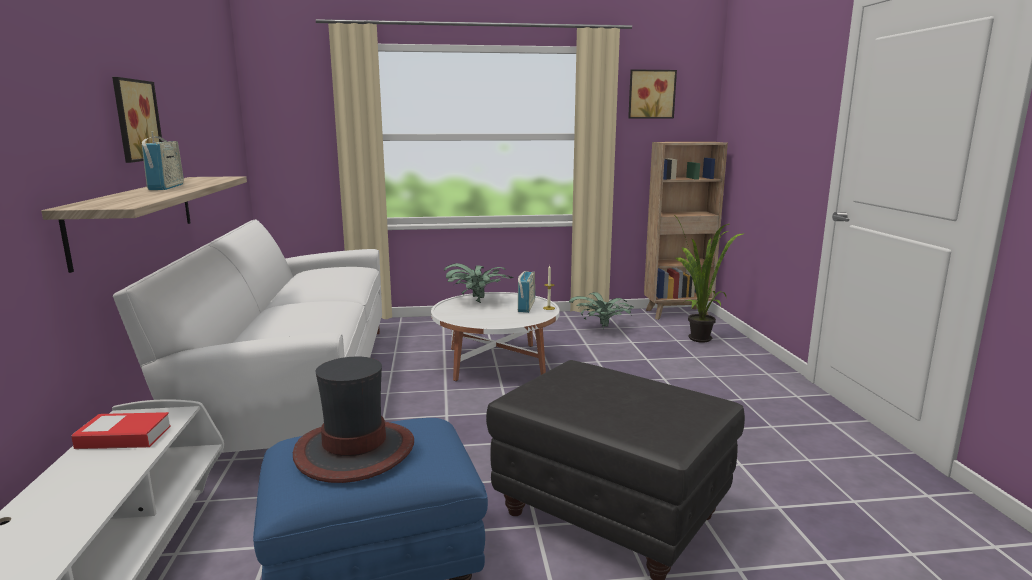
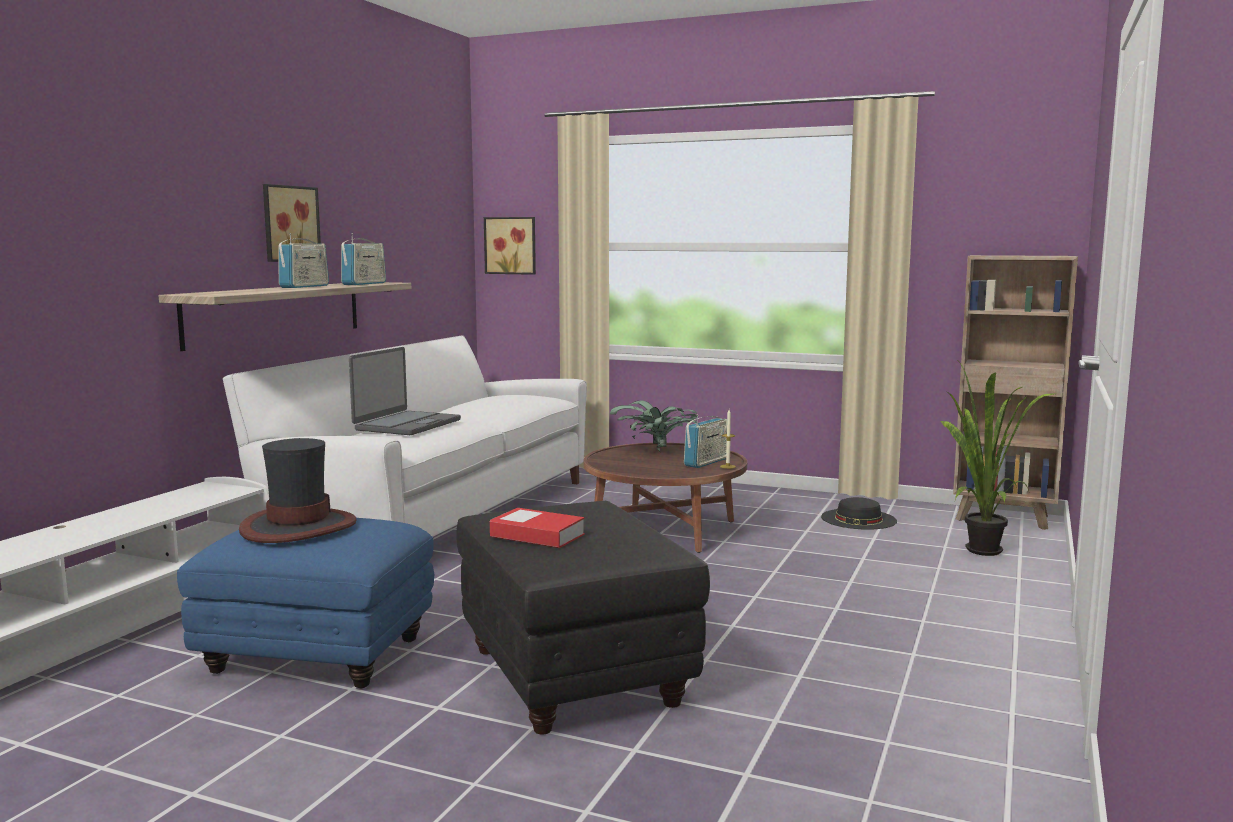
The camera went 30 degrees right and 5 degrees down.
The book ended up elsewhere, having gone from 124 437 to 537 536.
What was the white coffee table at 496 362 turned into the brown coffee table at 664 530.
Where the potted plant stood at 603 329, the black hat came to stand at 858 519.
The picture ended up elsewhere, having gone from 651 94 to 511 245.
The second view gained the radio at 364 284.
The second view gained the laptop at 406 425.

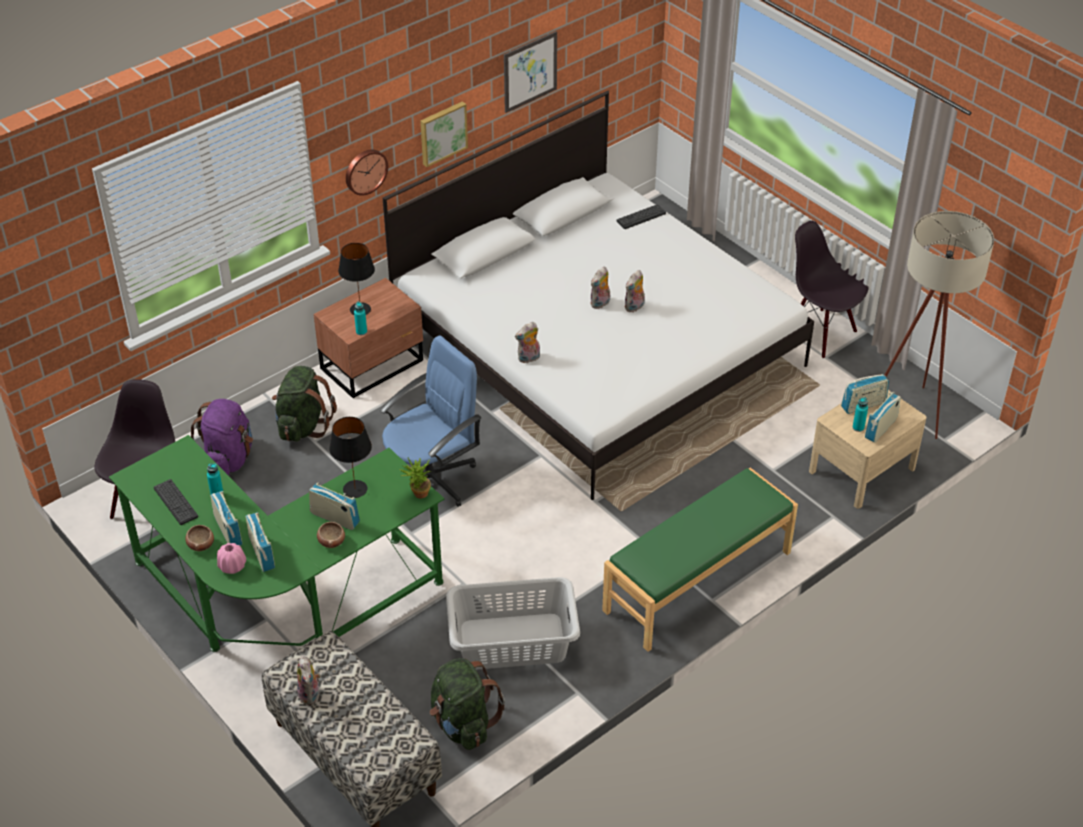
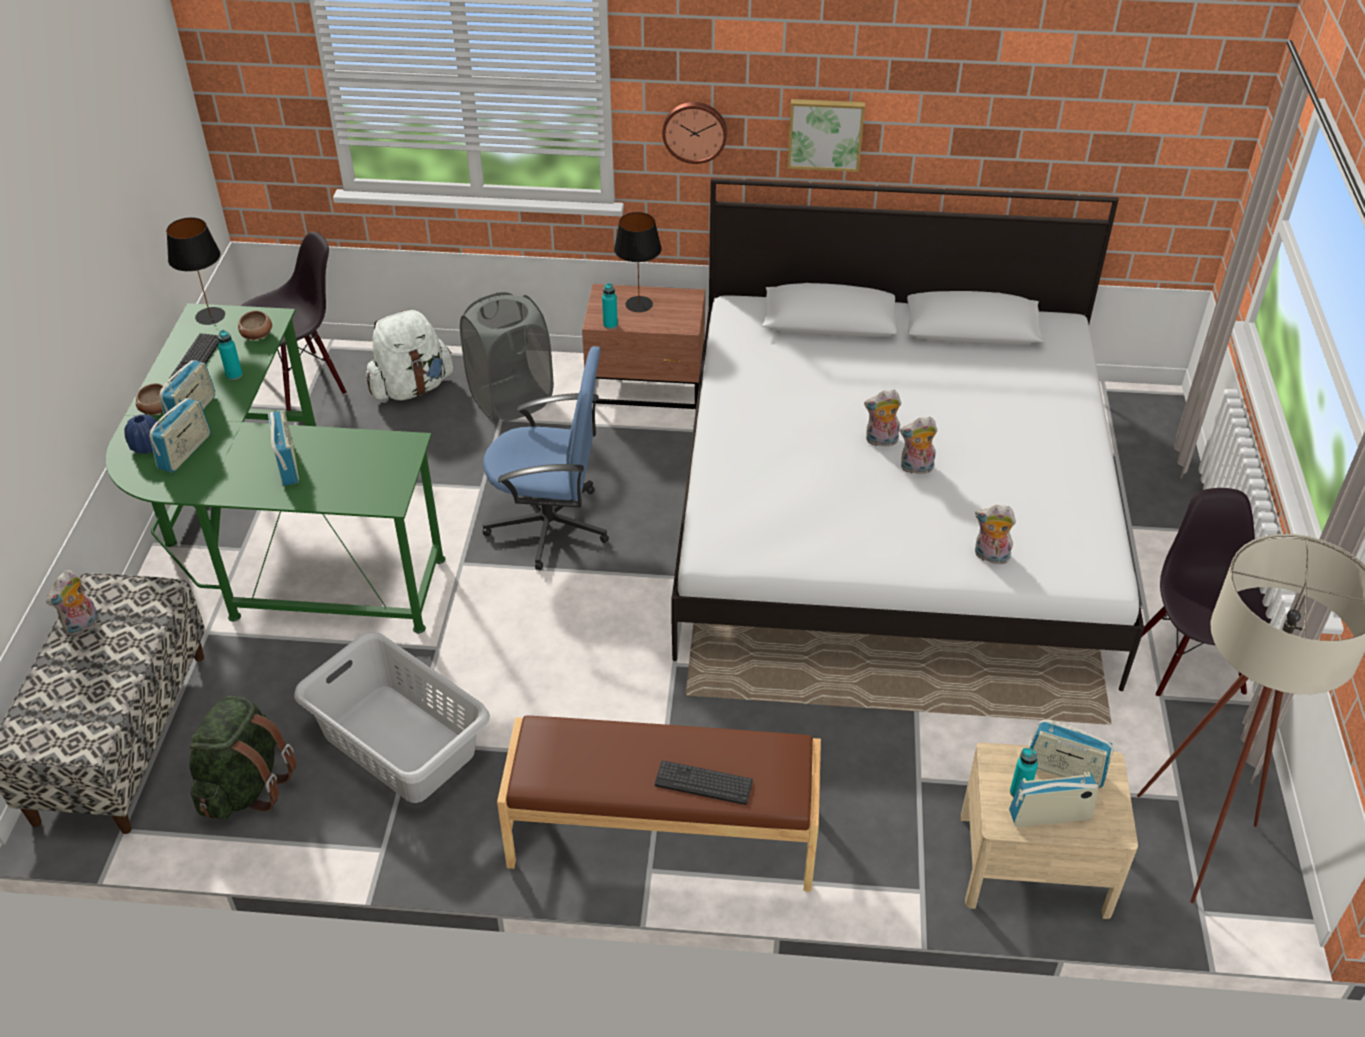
The camera went 45 degrees right and 0 degrees up.
What was the purple backpack at 228 459 turned into the white backpack at 412 387.
What was the pink vase at 232 566 turned into the blue vase at 148 446.
Where the green backpack stood at 303 426, the grey laundry basket came to stand at 511 399.
The bowl ended up elsewhere, having gone from 331 541 to 257 334.
The black table lamp ended up elsewhere, having gone from 355 489 to 210 316.
The second view lost the potted plant at 418 494.
The second view lost the picture at 530 71.
The plush toy ended up elsewhere, having gone from 528 359 to 990 557.
What was the green bench at 698 582 turned into the brown bench at 662 838.
The keyboard ended up elsewhere, having gone from 641 217 to 703 783.

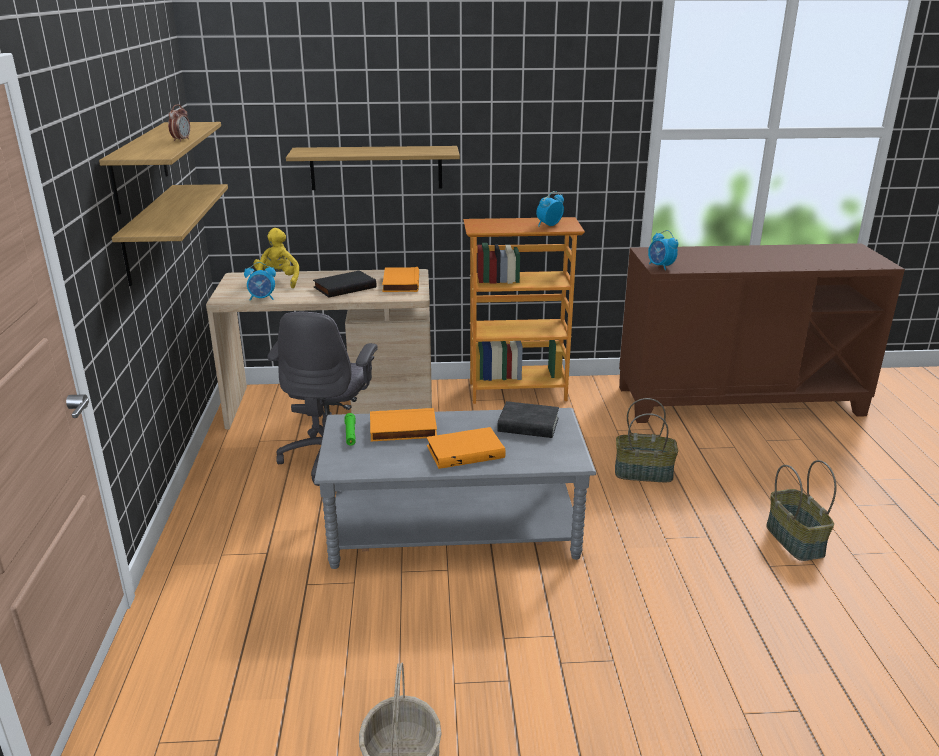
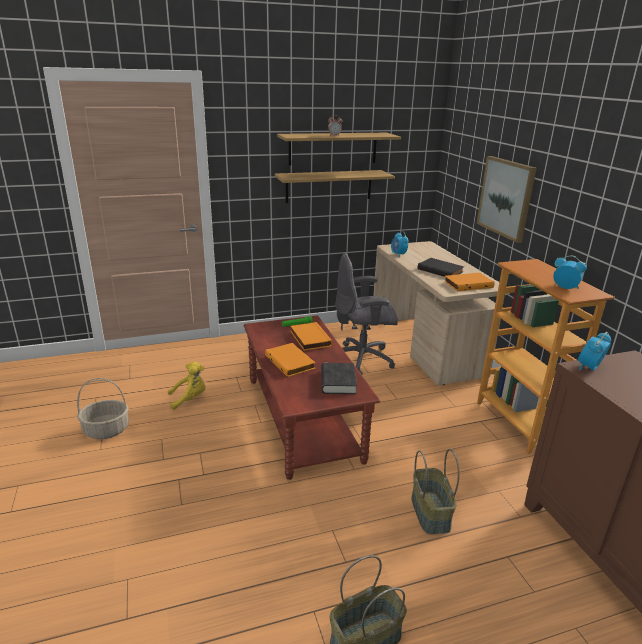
The camera went 75 degrees right and 0 degrees up.
The yellow plush toy ended up elsewhere, having gone from 278 281 to 190 398.
Where the shelf hung at 376 168, the picture came to hang at 506 197.
What was the grey coffee table at 453 530 turned into the brown coffee table at 302 418.

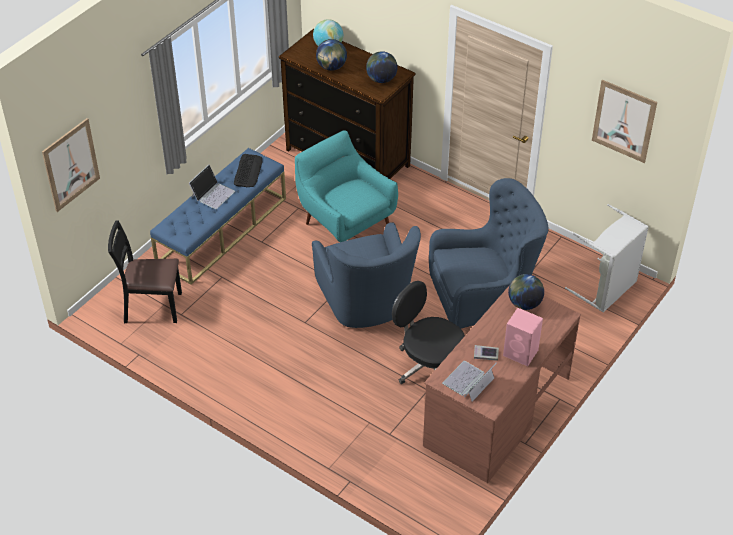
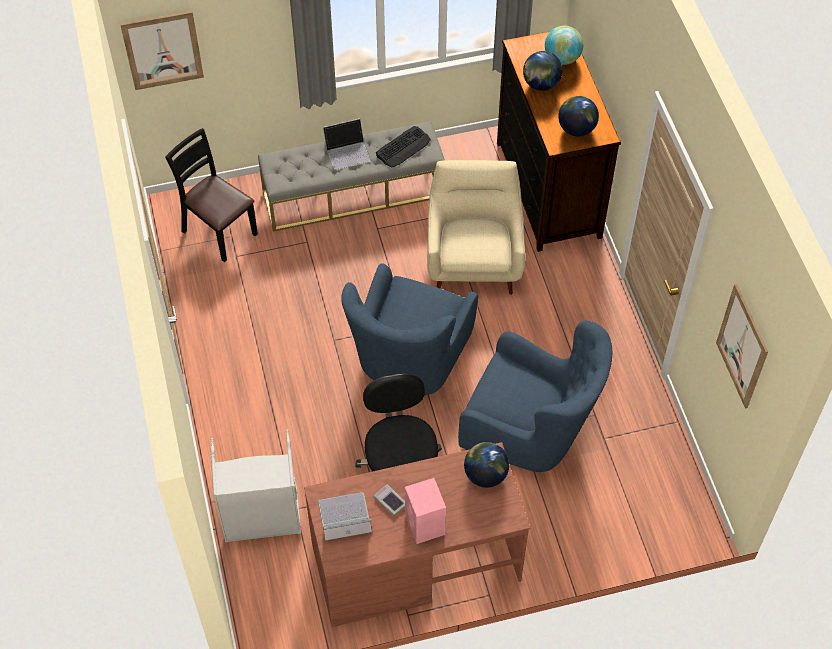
The camera went 40 degrees right and 10 degrees up.
What was the blue bench at 222 230 turned into the grey bench at 353 193.
What was the turquoise armchair at 345 223 turned into the beige armchair at 473 260.
The grey laundry basket ended up elsewhere, having gone from 606 289 to 261 519.

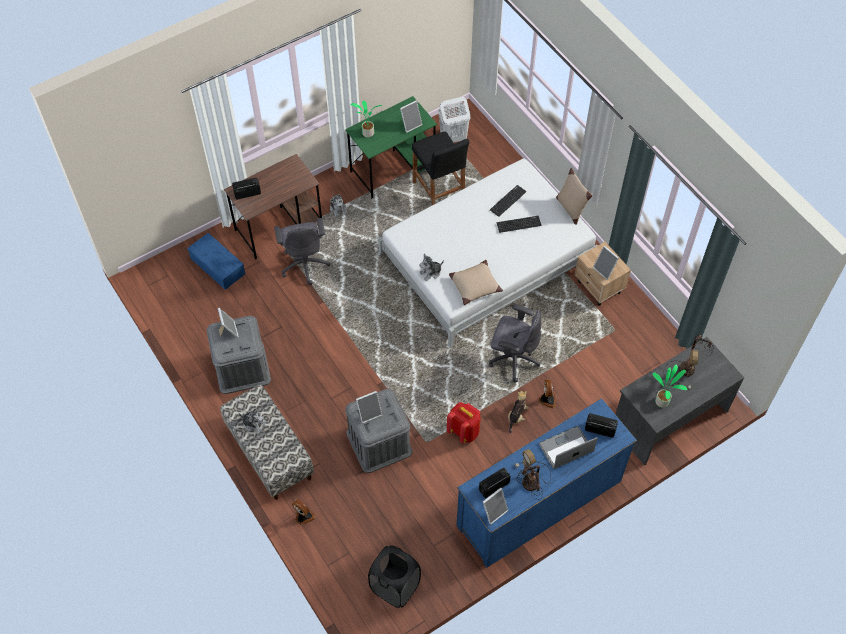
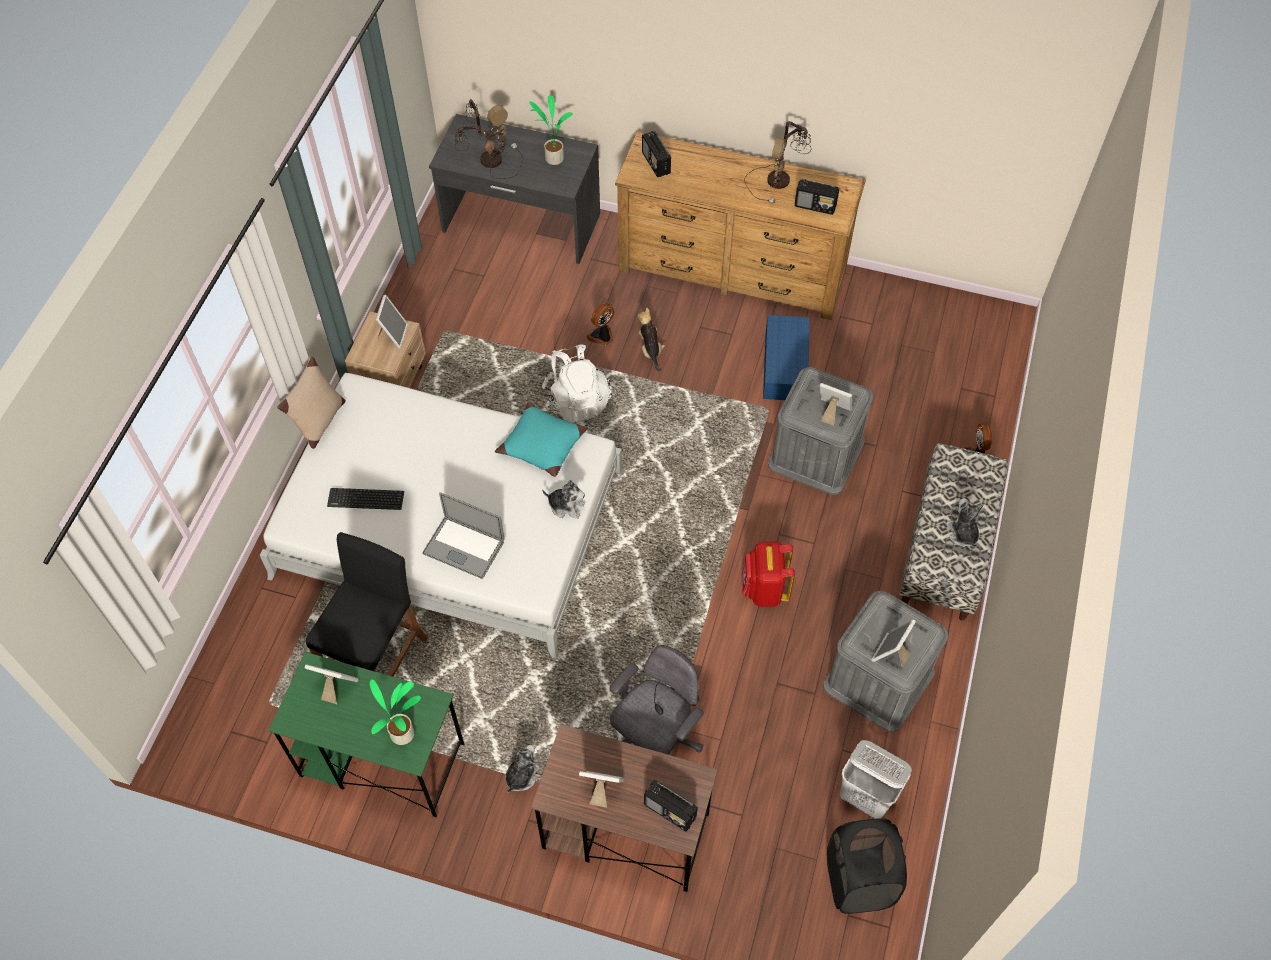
The camera went 130 degrees left and 0 degrees up.
The blue storage box ended up elsewhere, having gone from 219 266 to 783 365.
The black laundry basket ended up elsewhere, having gone from 395 587 to 858 881.
The white laundry basket ended up elsewhere, having gone from 453 138 to 866 797.
The red backpack ended up elsewhere, having gone from 464 431 to 764 590.
What was the beige pillow at 475 285 turned into the turquoise pillow at 542 445.
What was the blue dresser at 539 503 turned into the brown dresser at 732 269.
The picture frame ended up elsewhere, having gone from 493 511 to 601 789.
Where the grey office chair stood at 513 358, the white backpack came to stand at 577 400.
The second view lost the keyboard at 518 224.
The plush toy at 517 416 ended up facing another way, 90 degrees clockwise from before.
The laptop ended up elsewhere, having gone from 566 448 to 464 547.

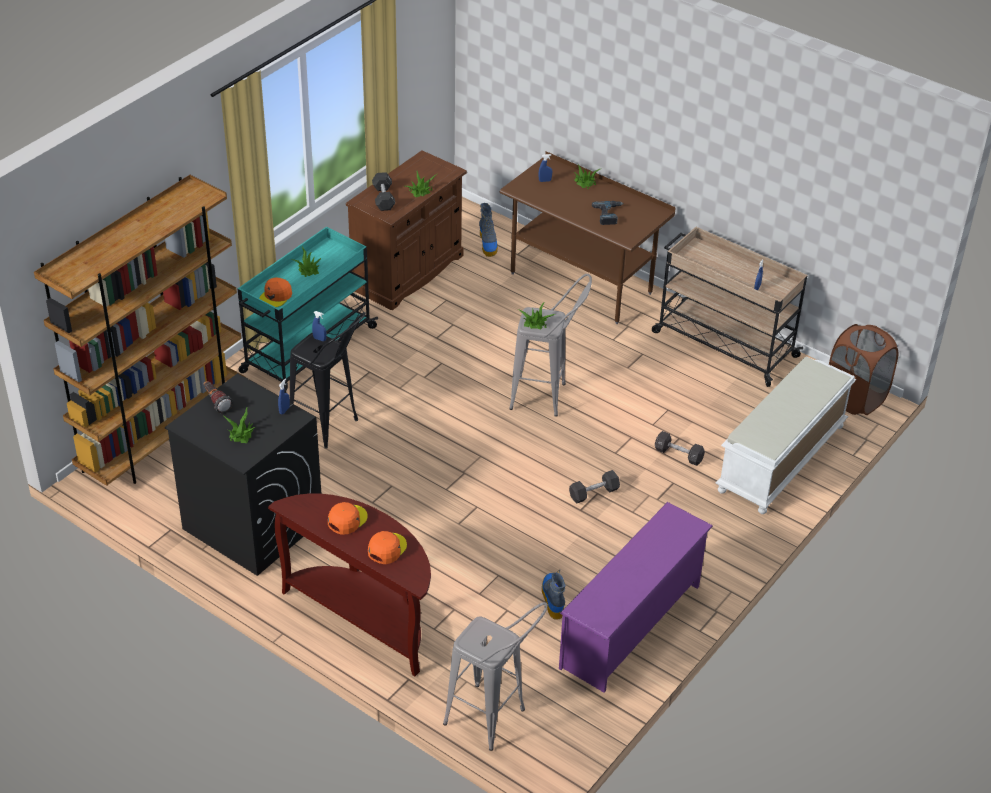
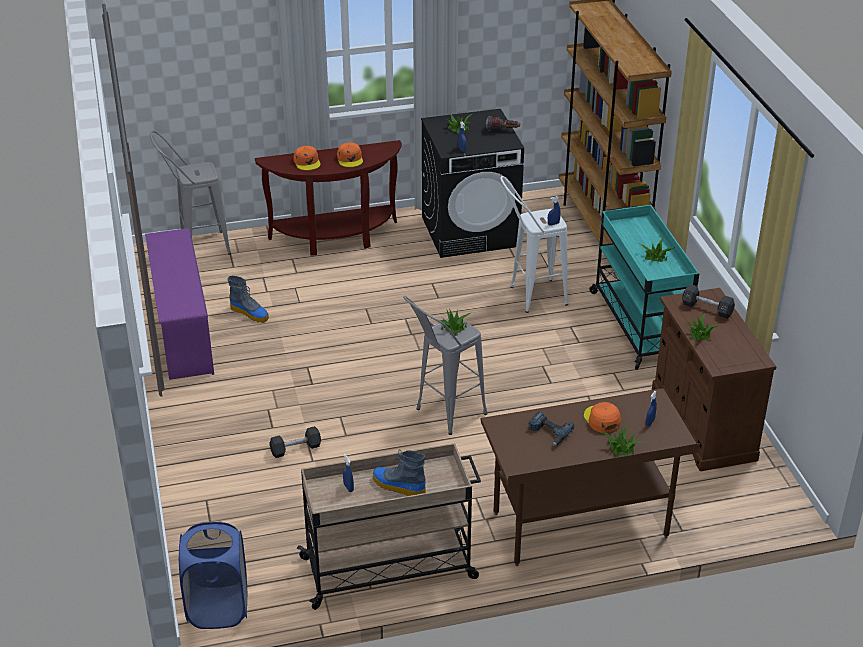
The camera went 130 degrees right and 5 degrees down.
The orange cap ended up elsewhere, having gone from 276 296 to 602 419.
What was the black stool at 331 429 turned into the white stool at 529 297.
The boot ended up elsewhere, having gone from 488 244 to 398 486.
The second view lost the black dumbbell at 594 493.
The second view lost the white bench at 782 459.
What was the brown laundry basket at 855 398 turned into the blue laundry basket at 218 608.

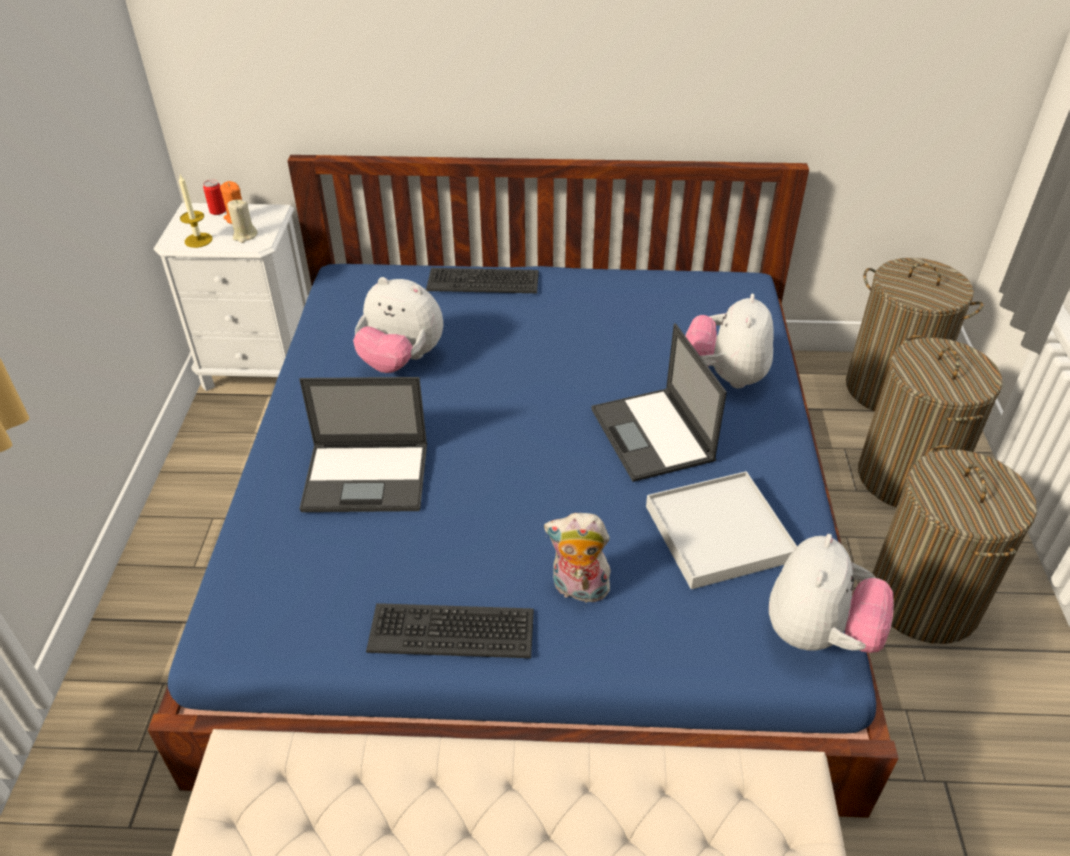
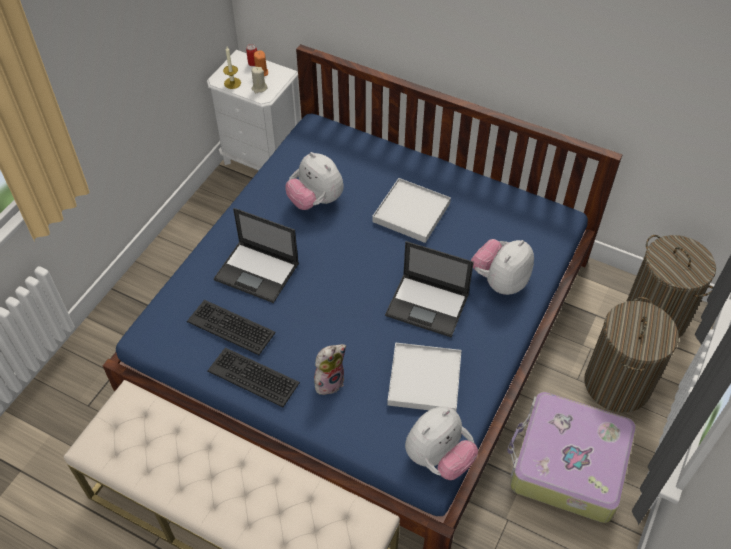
The camera went 25 degrees right and 10 degrees up.
The keyboard ended up elsewhere, having gone from 483 281 to 231 327.
The plush toy at 578 590 ended up facing another way, 105 degrees clockwise from before.
The laptop at 653 435 ended up facing another way, 75 degrees counterclockwise from before.
Where the laundry basket stood at 923 600, the suitcase came to stand at 567 464.
The second view gained the white tray at 411 212.

